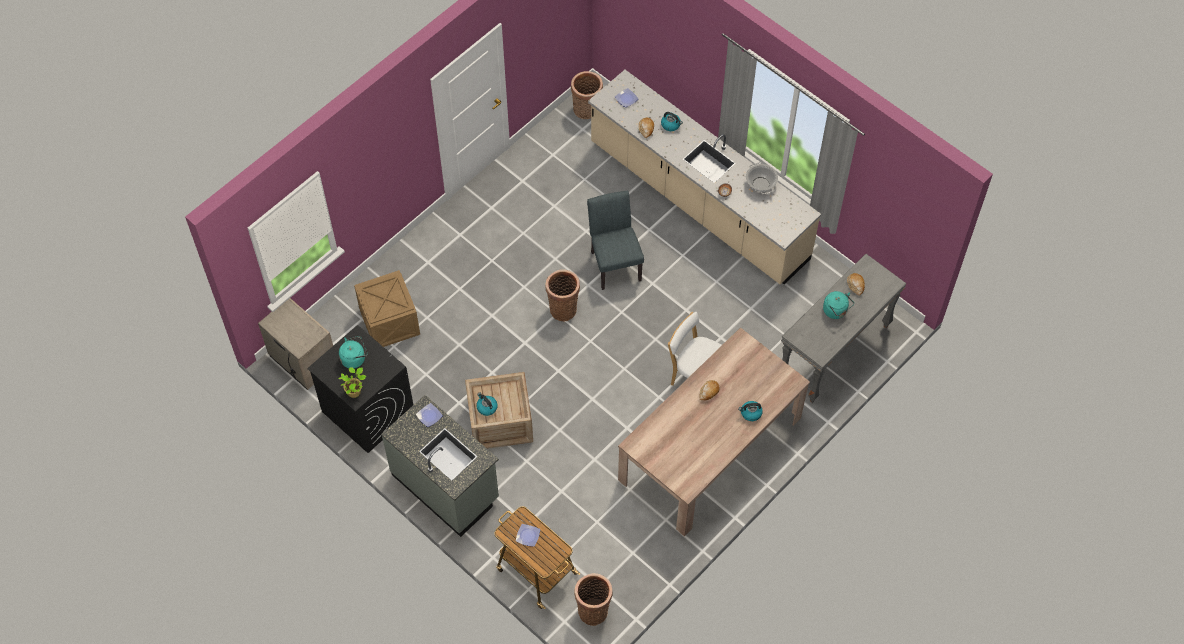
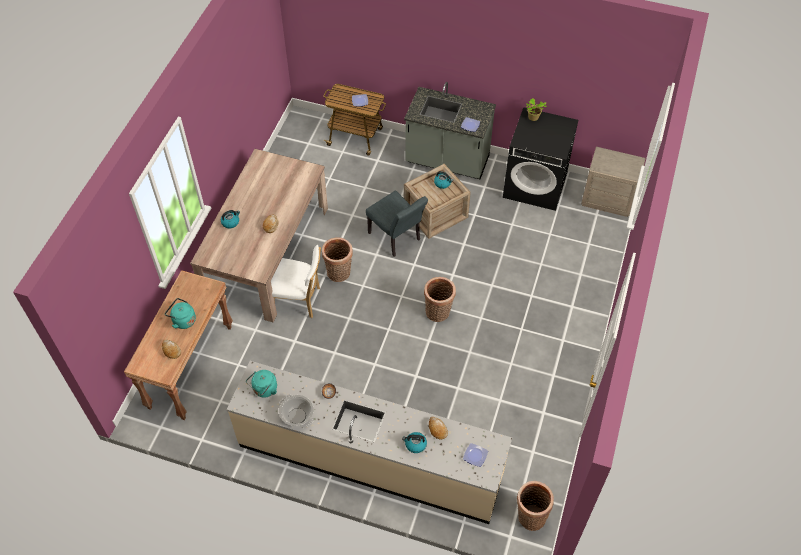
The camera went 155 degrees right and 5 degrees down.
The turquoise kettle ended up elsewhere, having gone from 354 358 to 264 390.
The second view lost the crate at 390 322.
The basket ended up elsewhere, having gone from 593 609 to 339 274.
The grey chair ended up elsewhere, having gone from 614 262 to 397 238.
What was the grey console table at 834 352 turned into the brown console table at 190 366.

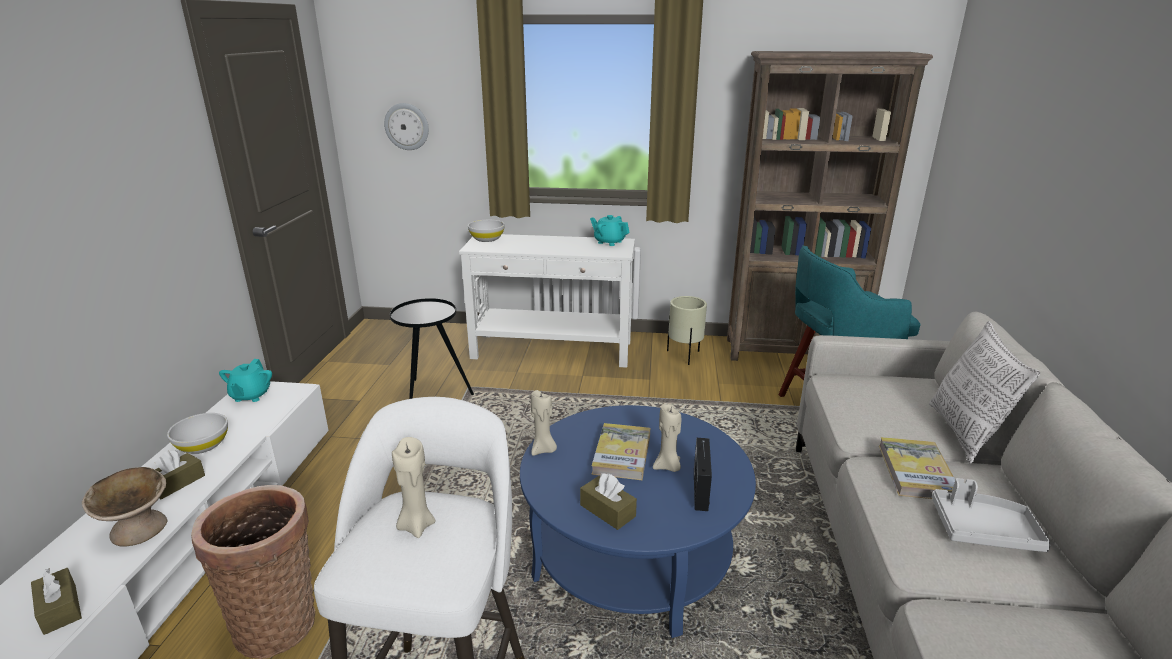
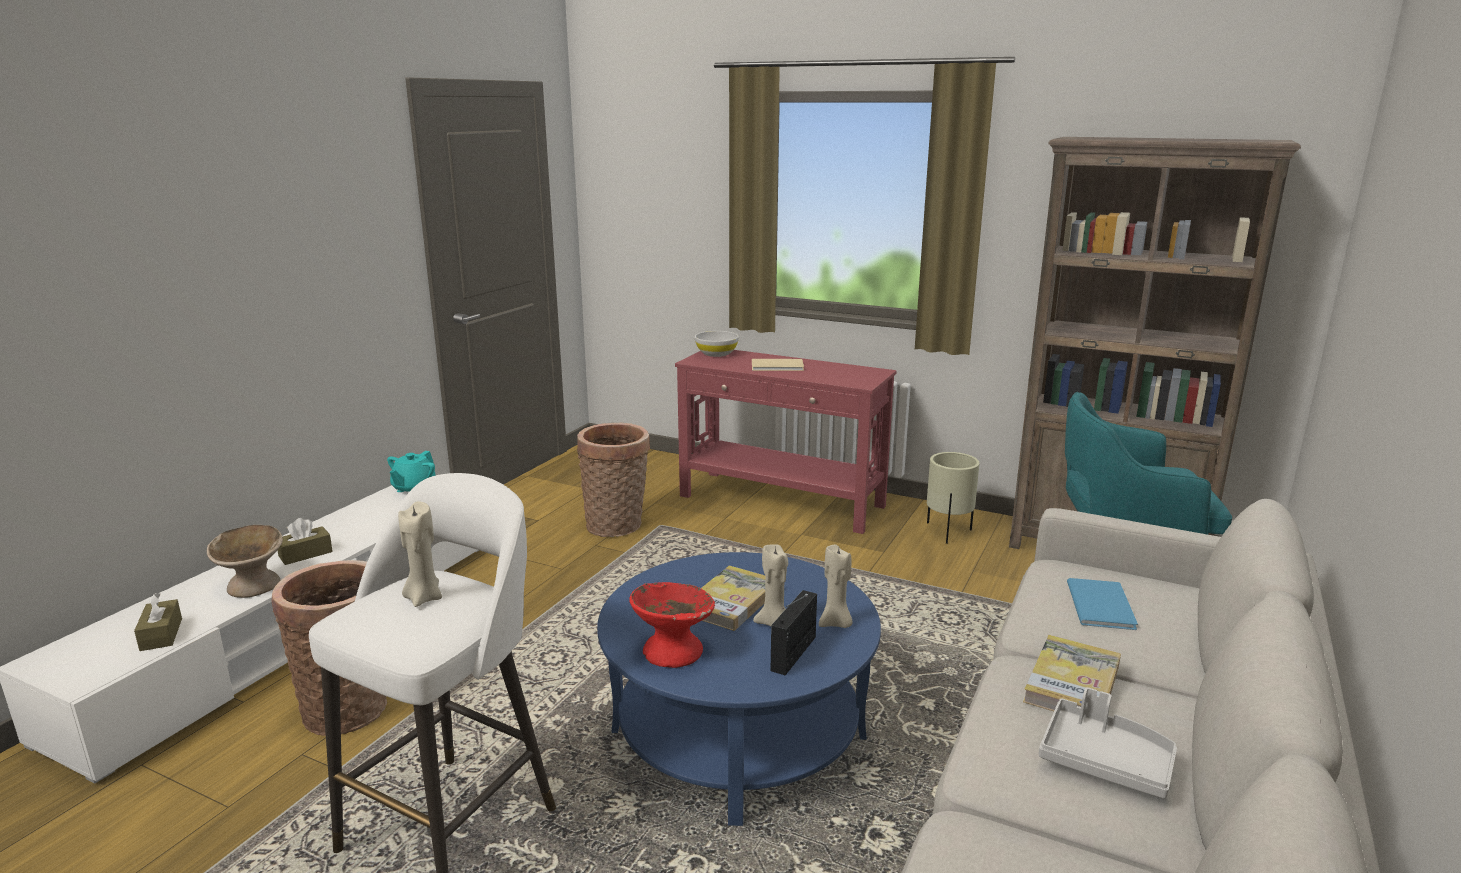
The camera went 20 degrees right and 5 degrees down.
The second view lost the white bowl at 202 445.
The second view lost the wall clock at 407 126.
Where the black side table stood at 432 394, the basket came to stand at 617 526.
What was the white console table at 552 351 turned into the red console table at 782 501.
The beige candle ended up elsewhere, having gone from 543 450 to 836 623.
Where the brown tissue box stood at 607 511, the red bowl came to stand at 672 651.
The second view lost the turquoise teapot at 609 242.
The second view lost the pillow at 964 433.
The second view gained the beige book at 778 366.
The second view gained the blue book at 1102 604.

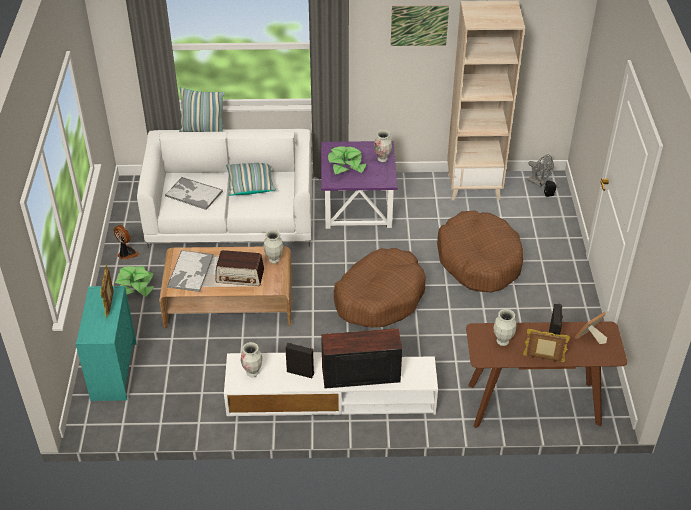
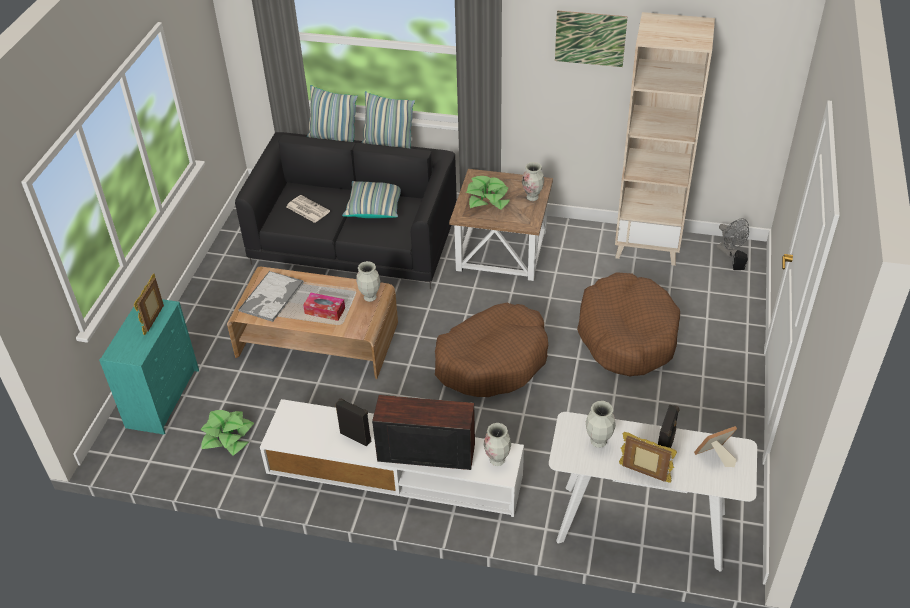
The camera went 15 degrees right and 0 degrees up.
The second view lost the fan at 126 254.
The potted plant ended up elsewhere, having gone from 135 286 to 227 436.
What was the white sofa at 232 215 turned into the black sofa at 355 241.
Where the tray stood at 193 194, the newspaper came to stand at 307 209.
Where the radio stood at 240 276, the tissue box came to stand at 325 311.
The vase ended up elsewhere, having gone from 252 373 to 497 460.
What was the purple side table at 358 206 turned into the brown side table at 503 250.
What was the brown console table at 533 405 turned into the white console table at 640 527.
The second view gained the pillow at 388 144.

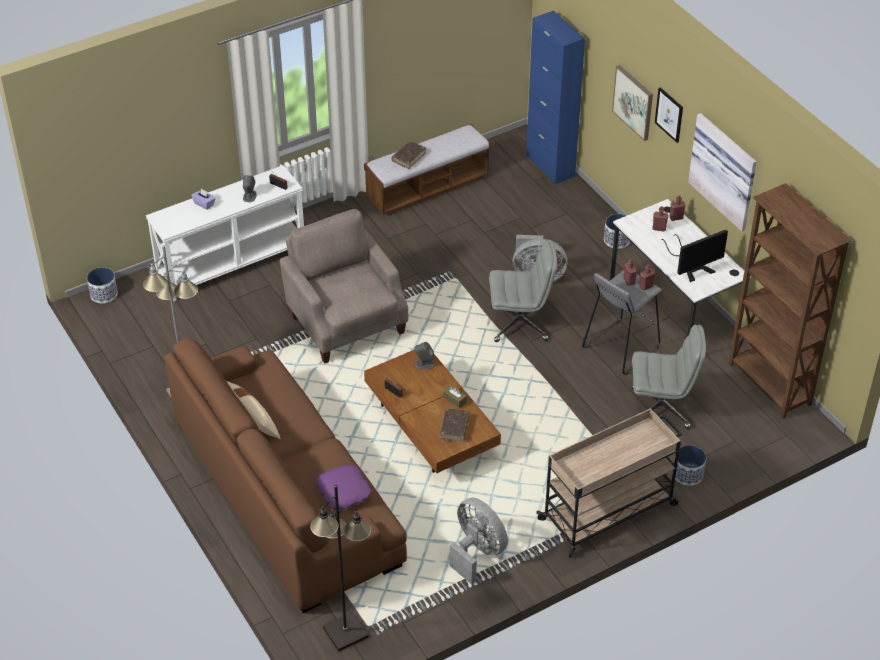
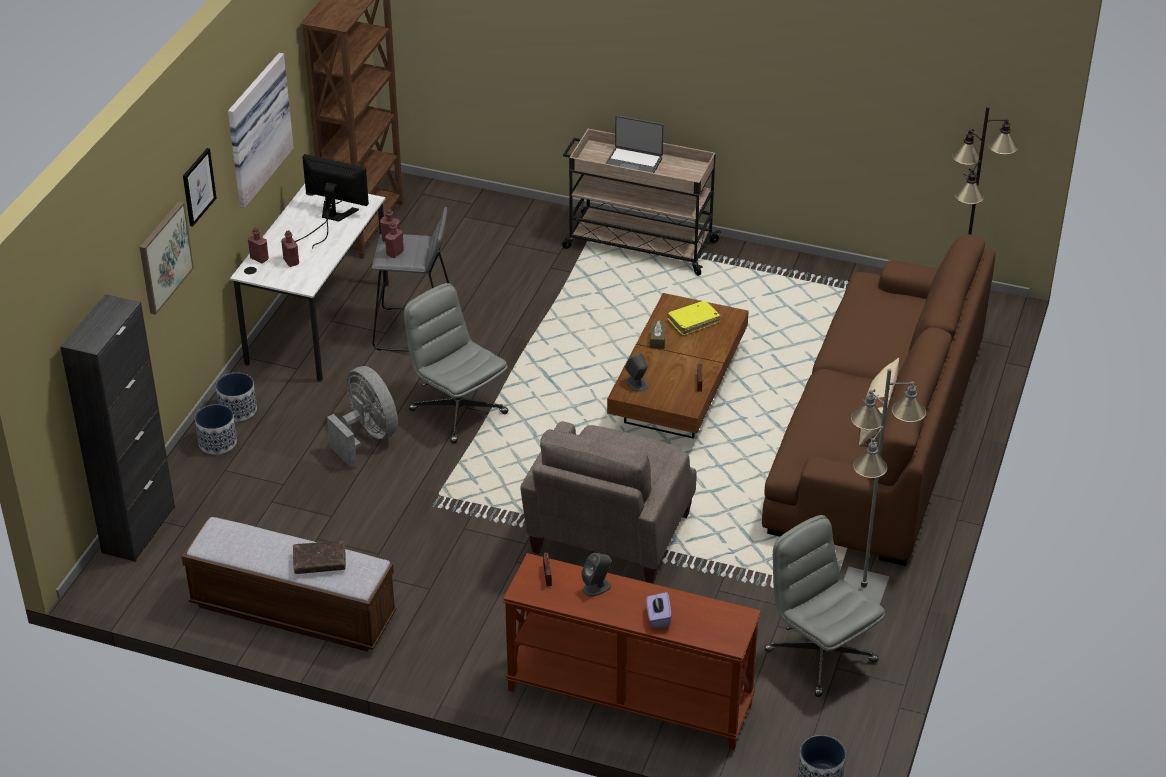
The camera went 130 degrees left and 5 degrees down.
What was the white console table at 232 263 turned into the brown console table at 628 698.
The second view lost the purple pillow at 343 491.
What was the brown book at 454 428 turned into the yellow book at 693 321.
The second view lost the grey fan at 477 552.
What was the blue cabinet at 550 165 turned into the black cabinet at 138 529.
The grey office chair ended up elsewhere, having gone from 661 408 to 819 655.
The planter ended up elsewhere, having gone from 687 474 to 217 443.
The second view gained the laptop at 633 163.

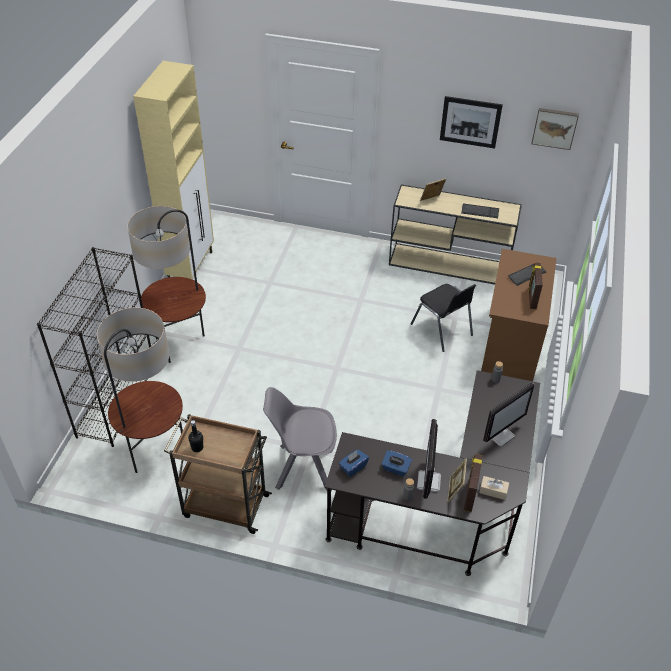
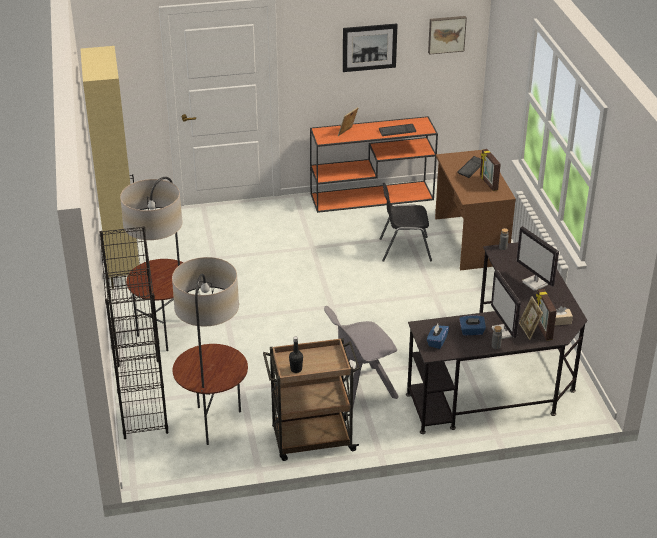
The camera went 25 degrees left and 10 degrees down.
What was the beige console table at 450 264 turned into the orange console table at 373 196.
The black chair at 442 330 ended up facing another way, 150 degrees clockwise from before.
The monitor at 500 434 ended up facing another way, 120 degrees clockwise from before.

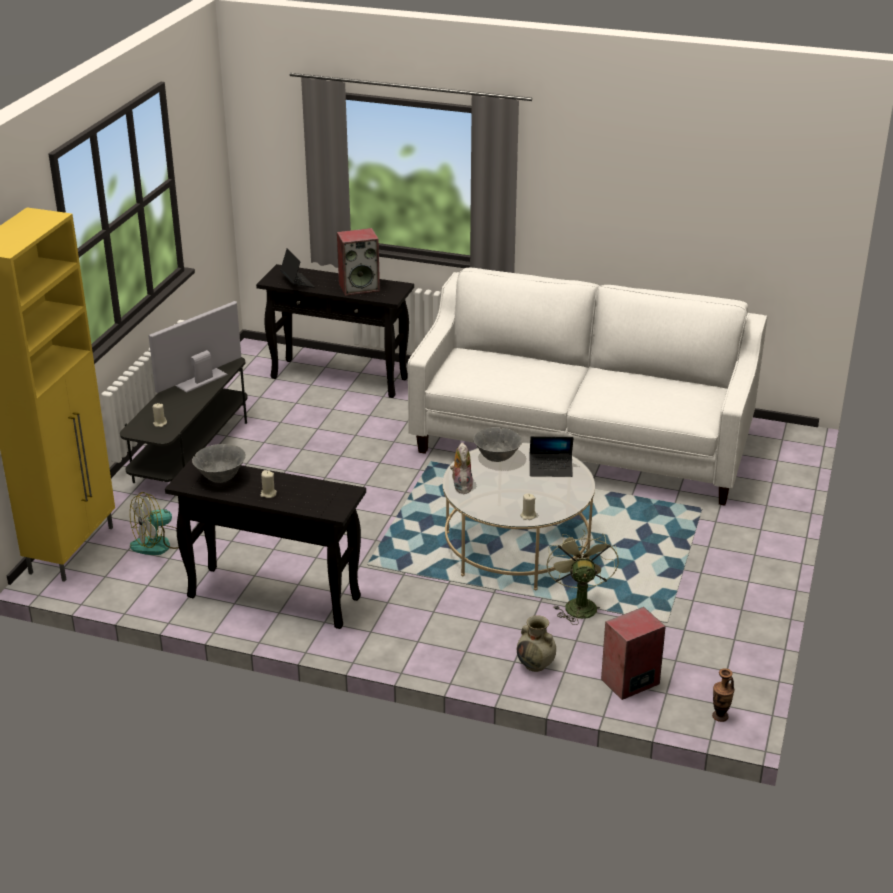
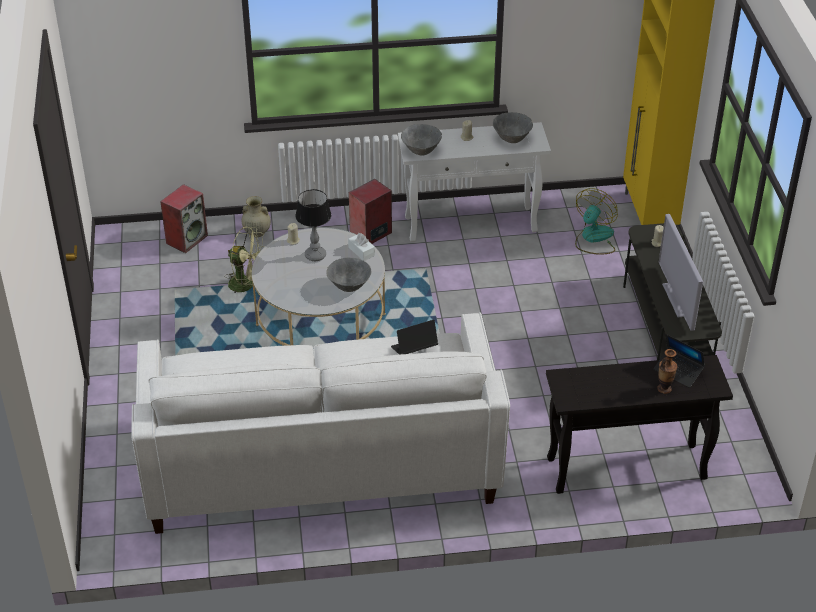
The camera went 155 degrees right and 10 degrees up.
The television at 201 380 ended up facing another way, 150 degrees clockwise from before.
What was the black console table at 272 598 turned into the white console table at 471 224.
The speaker ended up elsewhere, having gone from 359 287 to 370 234.
Where the plush toy stood at 461 486, the white tissue box came to stand at 361 251.
The laptop ended up elsewhere, having gone from 550 469 to 414 349.
The green fan at 578 604 ended up facing another way, 45 degrees counterclockwise from before.
The vase ended up elsewhere, having gone from 720 716 to 664 389.
The second view gained the table lamp at 316 255.
The second view gained the grey bowl at 421 151.

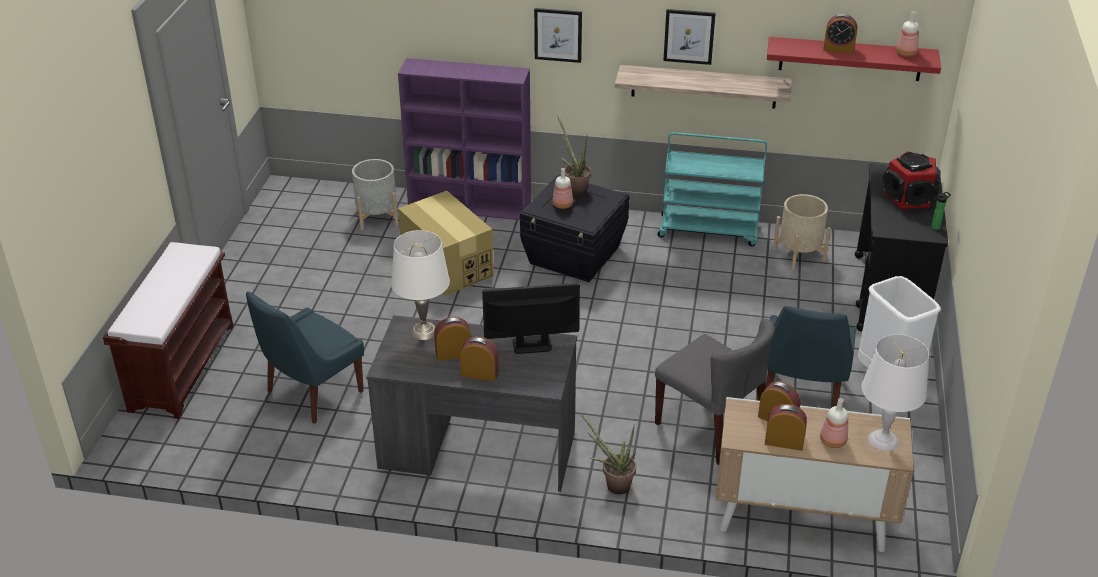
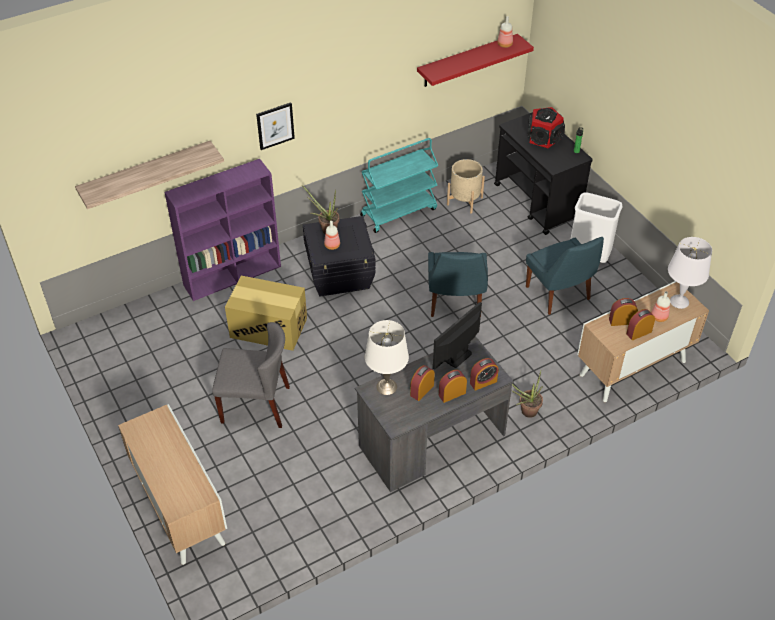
The camera went 40 degrees left and 10 degrees up.
Where the brown bench stood at 182 366, the cabinet came to stand at 180 509.
The blue chair ended up elsewhere, having gone from 312 393 to 455 303.
The second view lost the grey planter at 377 217.
The shelf ended up elsewhere, having gone from 704 86 to 146 173.
The grey chair ended up elsewhere, having gone from 710 426 to 256 404.
The second view lost the picture at 689 36.
The alarm clock ended up elsewhere, having gone from 838 49 to 483 382.

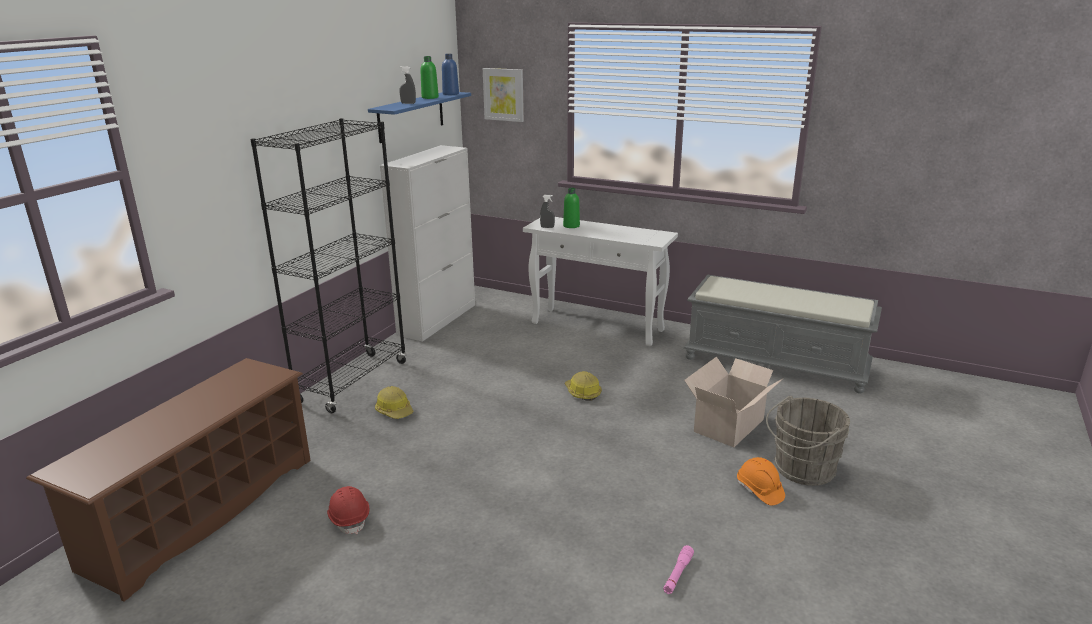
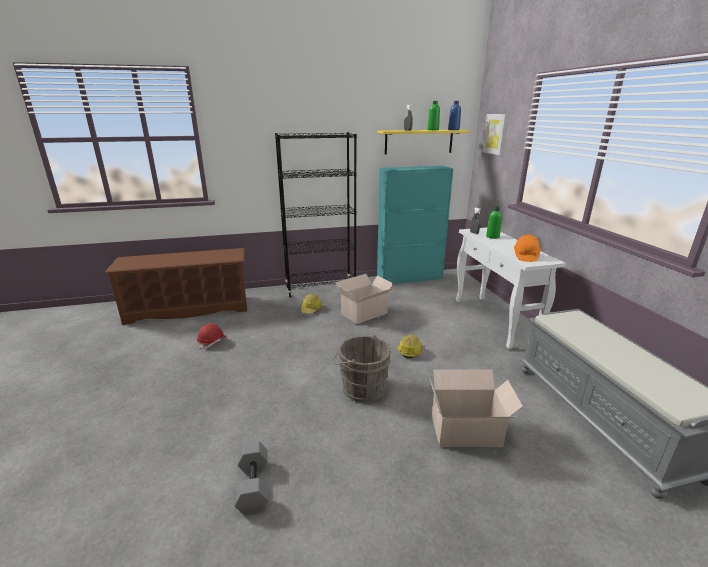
The camera went 50 degrees right and 0 degrees up.
What was the blue shelf at 411 116 turned into the yellow shelf at 419 141.
What was the white cabinet at 438 319 turned into the turquoise cabinet at 410 278.
Where the pink flashlight stood at 677 574, the grey dumbbell came to stand at 252 485.
The orange hard hat ended up elsewhere, having gone from 759 490 to 525 256.
The grey bucket ended up elsewhere, having gone from 801 469 to 361 387.
The second view gained the cardboard box at 365 313.

